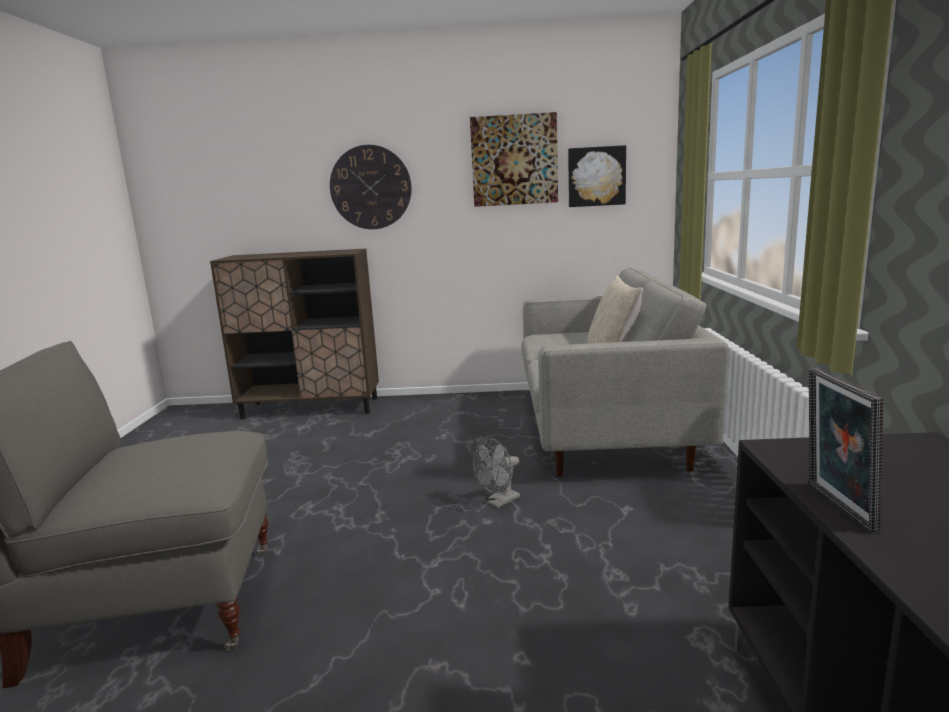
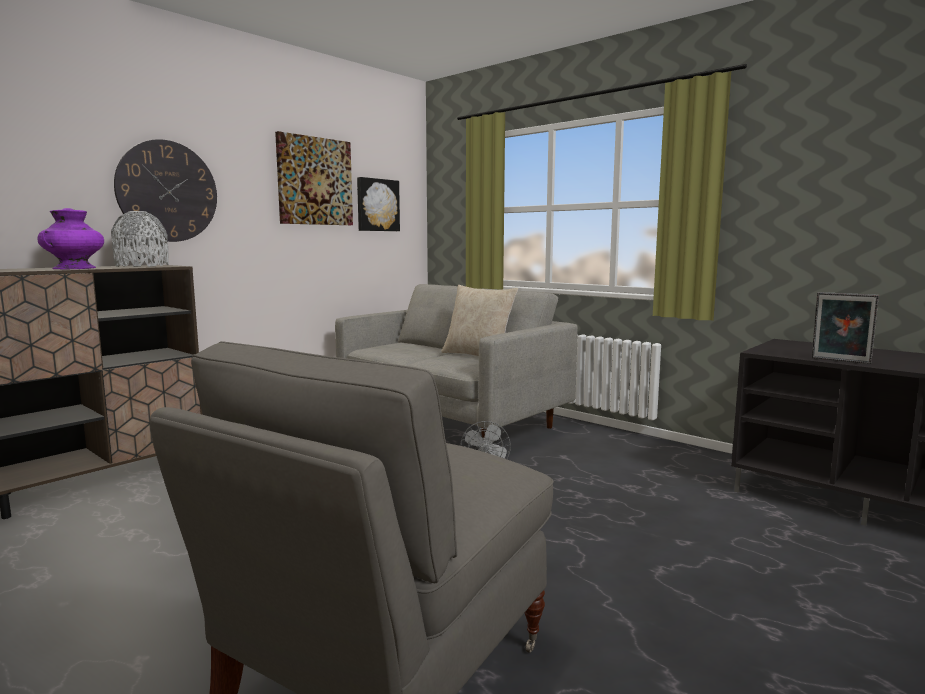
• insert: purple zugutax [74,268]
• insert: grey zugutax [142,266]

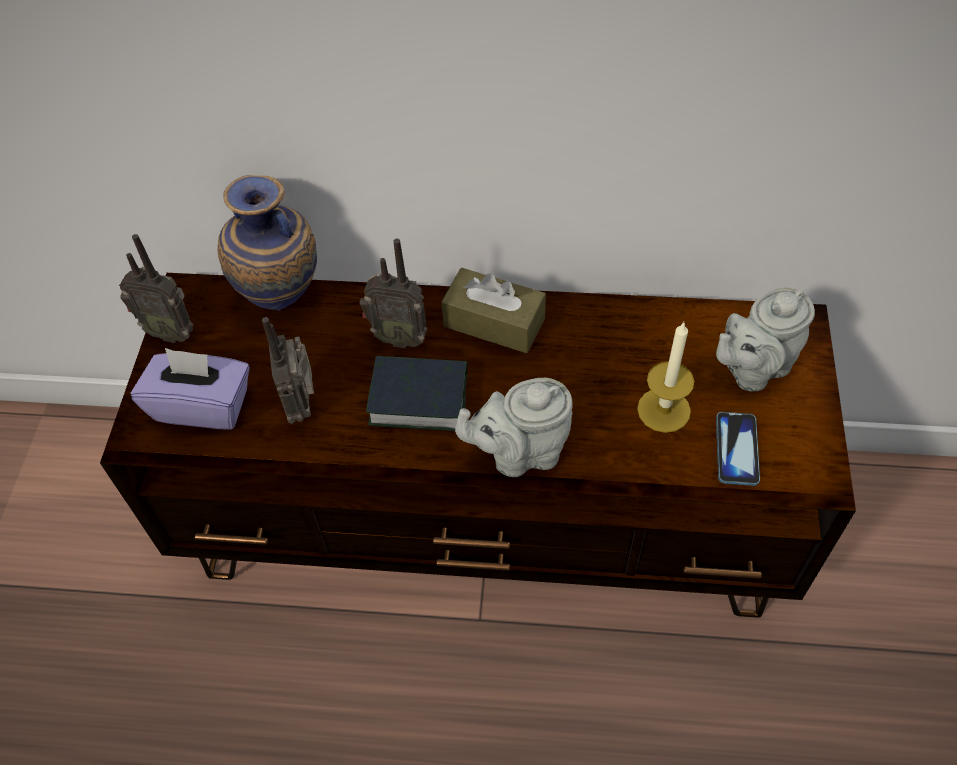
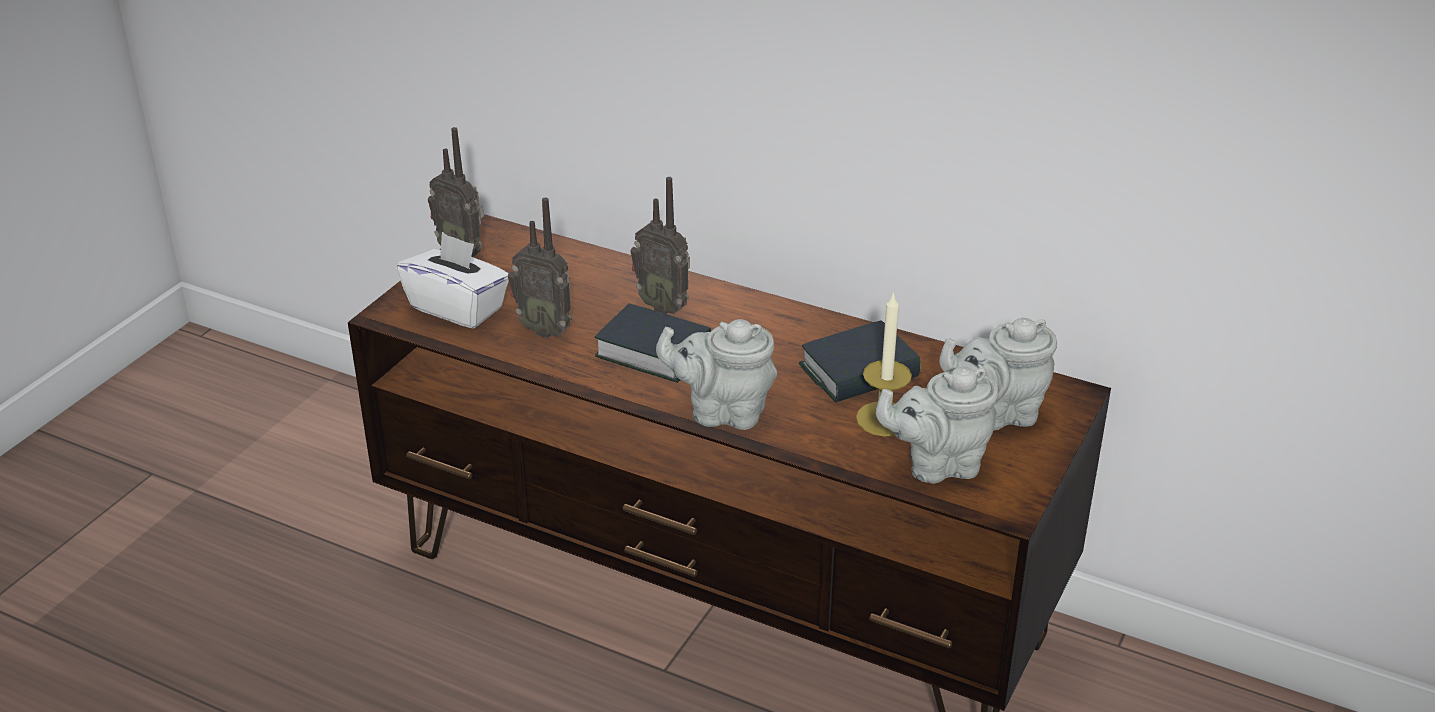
• recolor: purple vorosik [203,405] to white vorosik [458,307]
• rotate: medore [303,404] = [545,329] 75 degrees counterclockwise
• insert: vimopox [859,372]
• replace: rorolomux [736,449] to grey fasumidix [937,465]
• delete: zugutax [283,300]
• delete: brown vorosik [494,322]

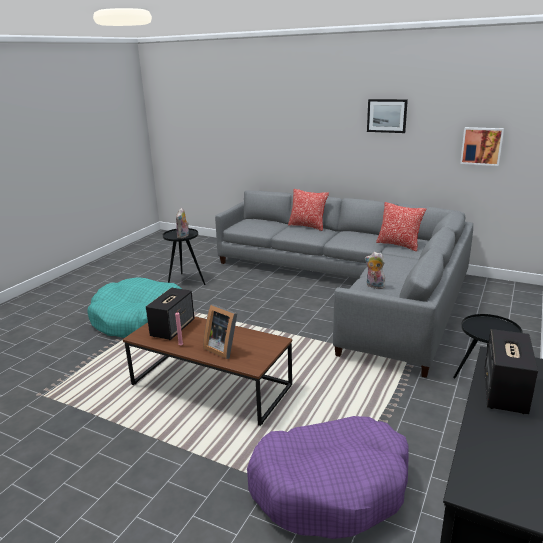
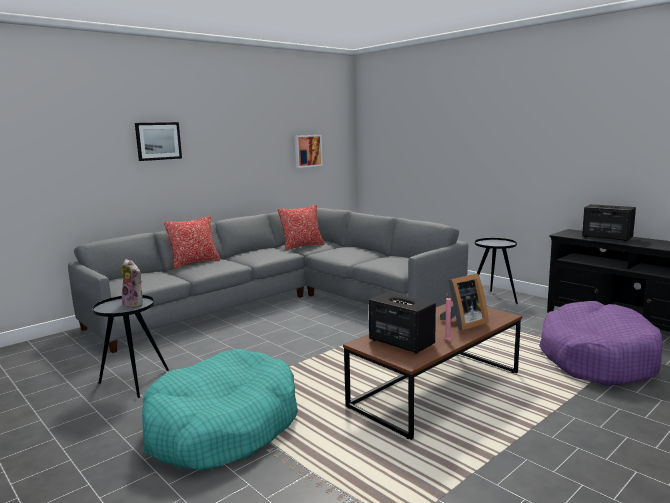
• move: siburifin [387,115] to [158,141]
• delete: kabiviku [374,286]

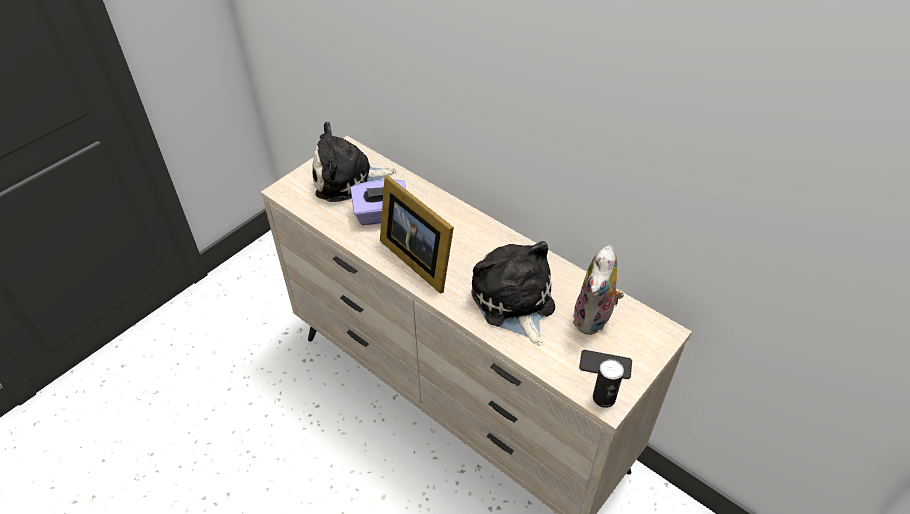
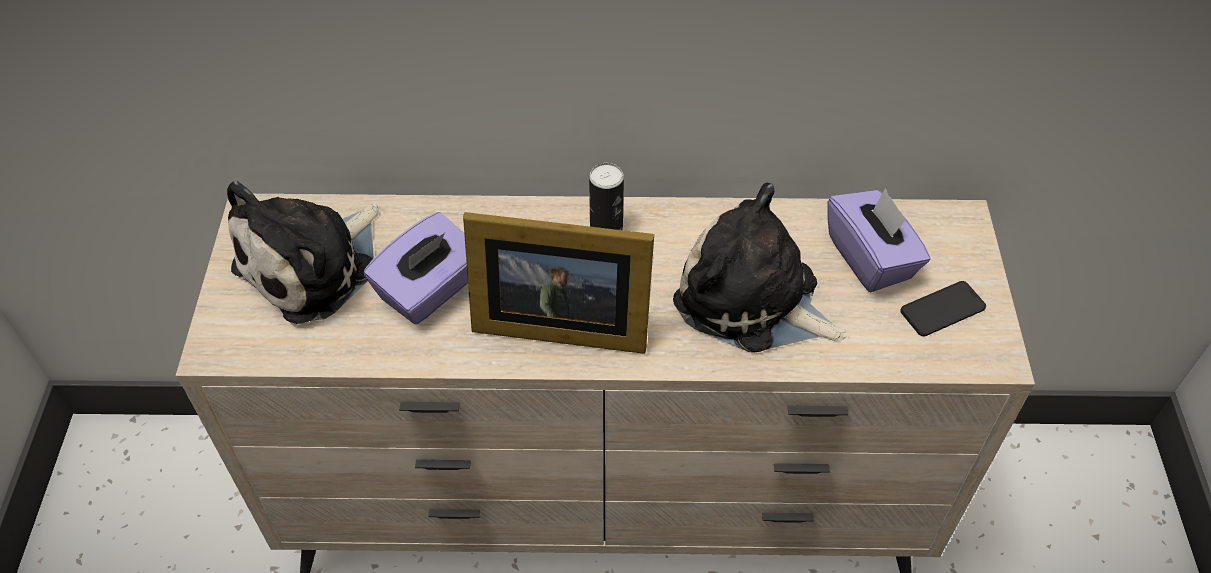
• move: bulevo [604,398] to [606,227]
• replace: kabiviku [594,320] to purple vorosik [870,258]

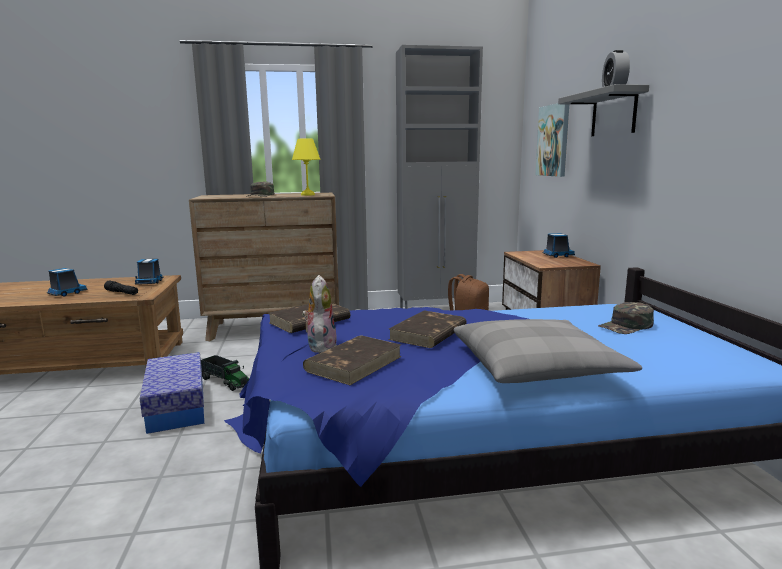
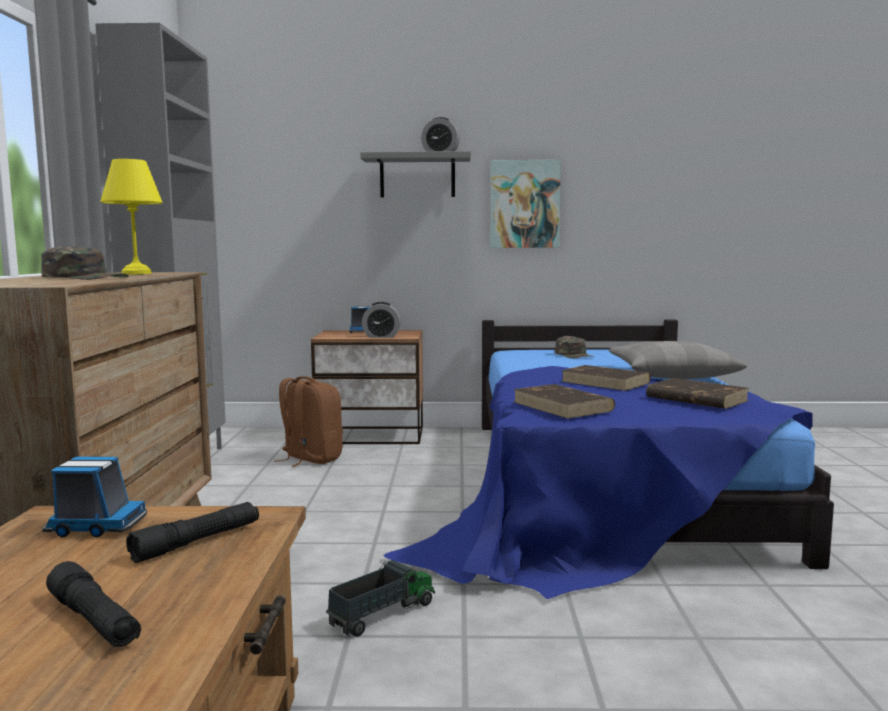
• replace: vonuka [67,293] to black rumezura [94,621]
• insert: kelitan [381,336]
• move: siburifin [553,140] to [524,204]
• delete: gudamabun [176,406]
• delete: kabiviku [320,346]

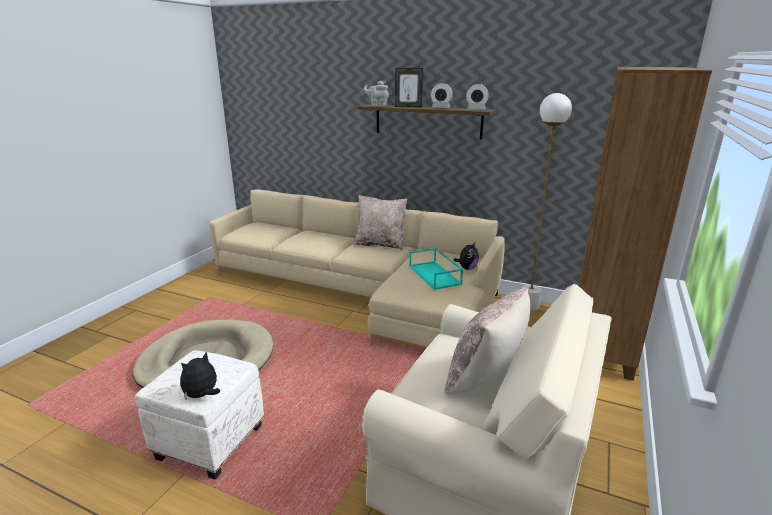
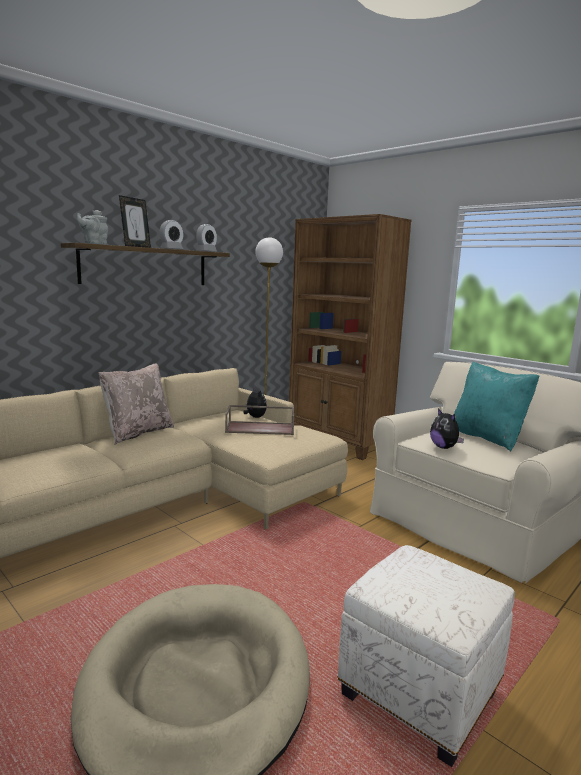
• recolor: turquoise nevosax [435,275] to brown nevosax [261,428]
• move: kabiviku [202,395] to [444,447]
• recolor: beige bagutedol [486,378] to turquoise bagutedol [487,438]

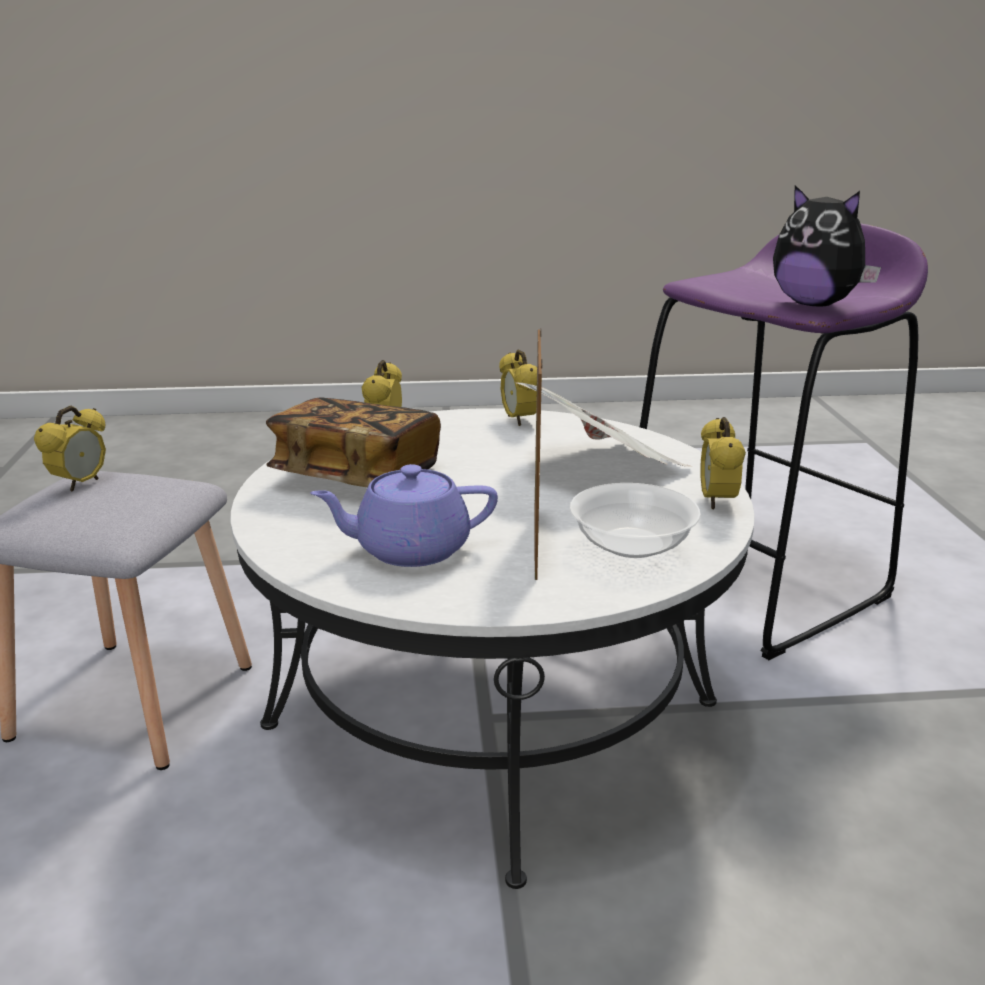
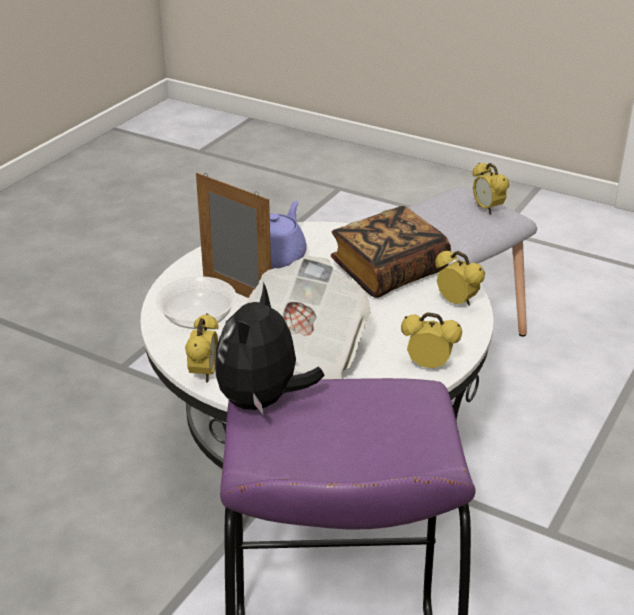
• rotate: kelitan [716,502] = [204,374] 60 degrees clockwise
• rotate: kabiviku [815,305] = [263,401] 60 degrees counterclockwise

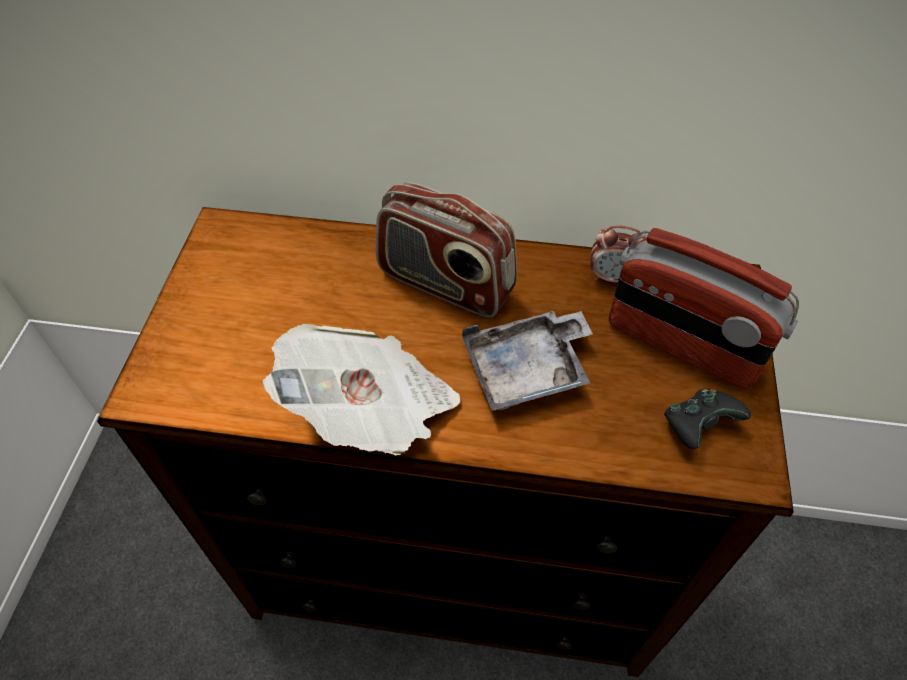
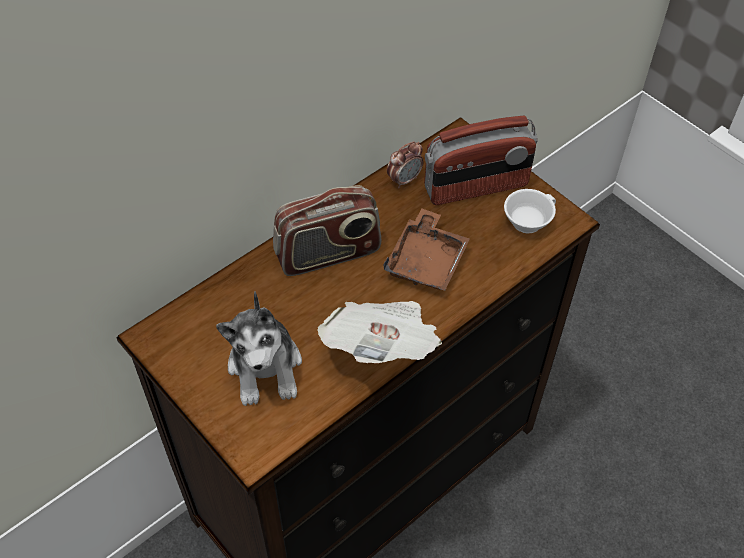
• insert: kabiviku [265,367]
• recolor: grey nevosax [528,370] to brown nevosax [426,261]
• replace: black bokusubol [698,426] to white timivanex [526,220]

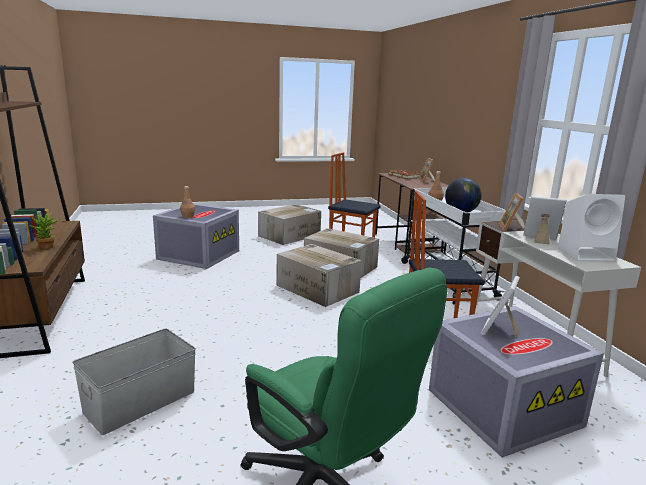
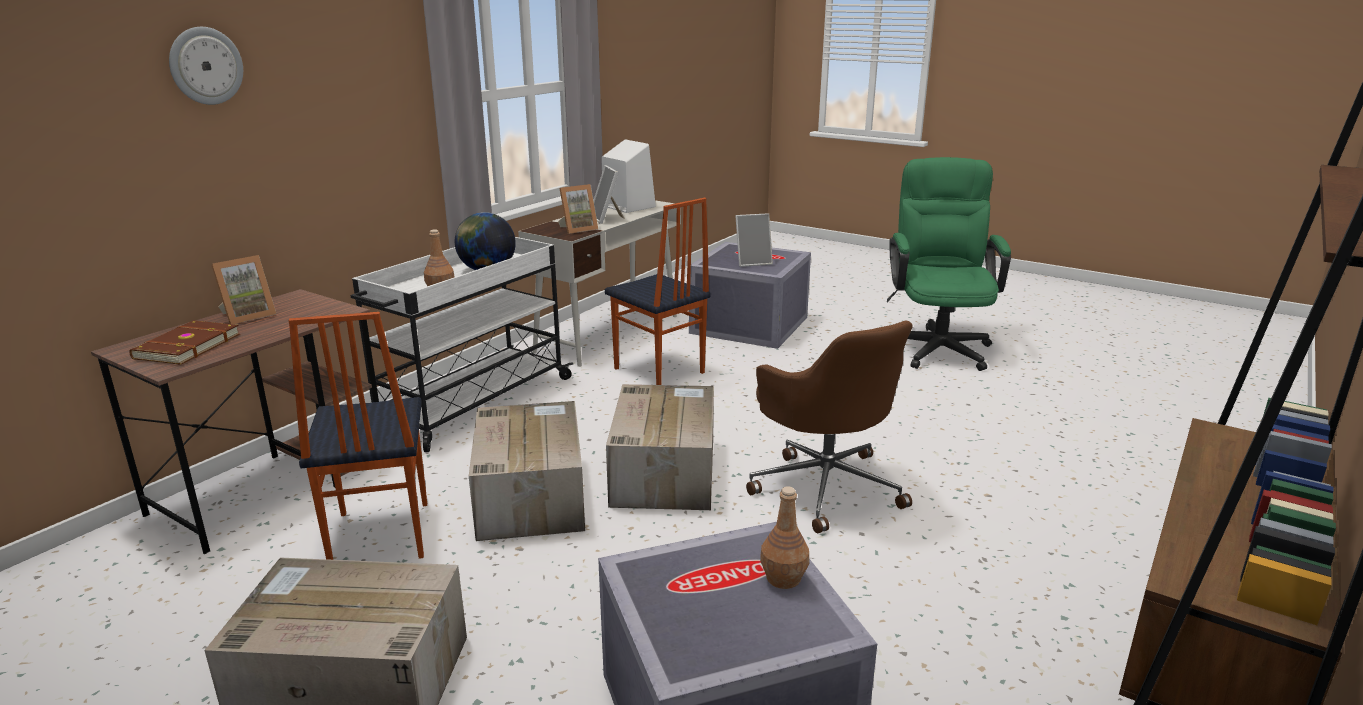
• insert: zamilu [205,66]
• insert: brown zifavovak [825,486]
• delete: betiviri [48,247]
• delete: grey gudamabun [139,401]

